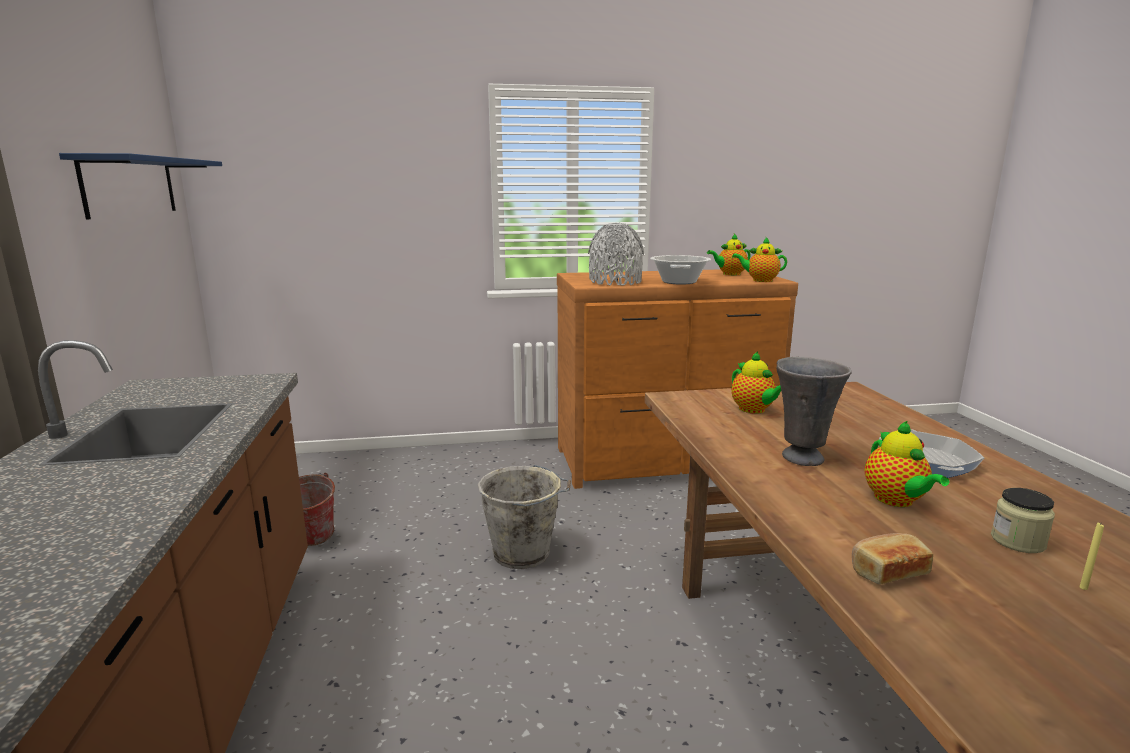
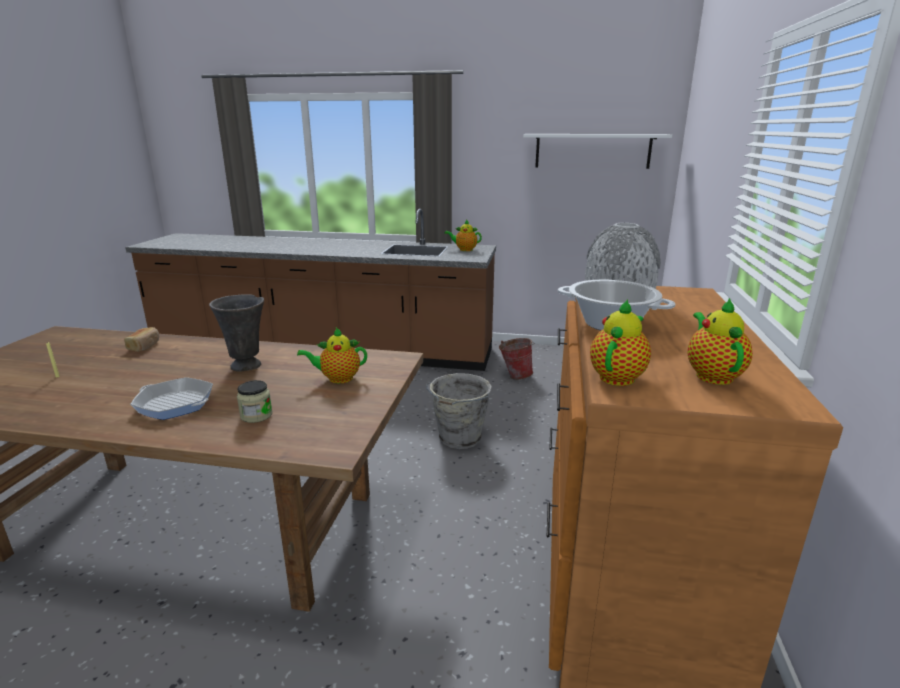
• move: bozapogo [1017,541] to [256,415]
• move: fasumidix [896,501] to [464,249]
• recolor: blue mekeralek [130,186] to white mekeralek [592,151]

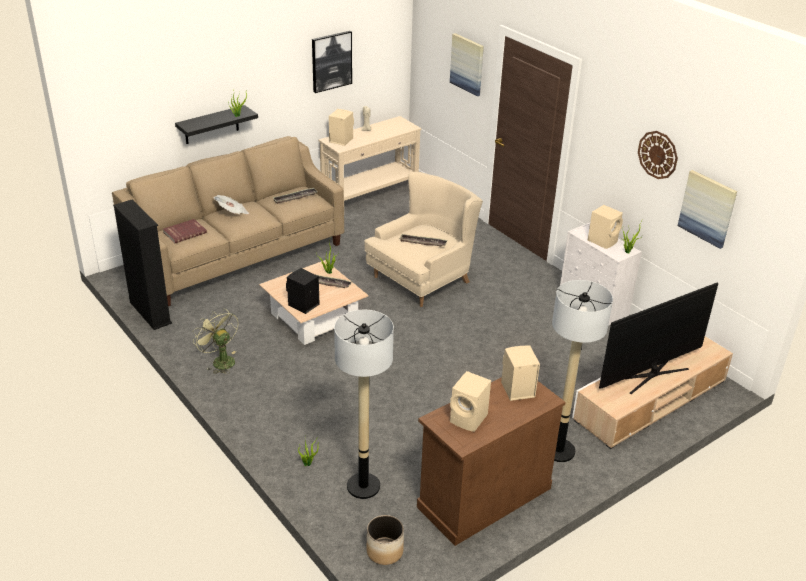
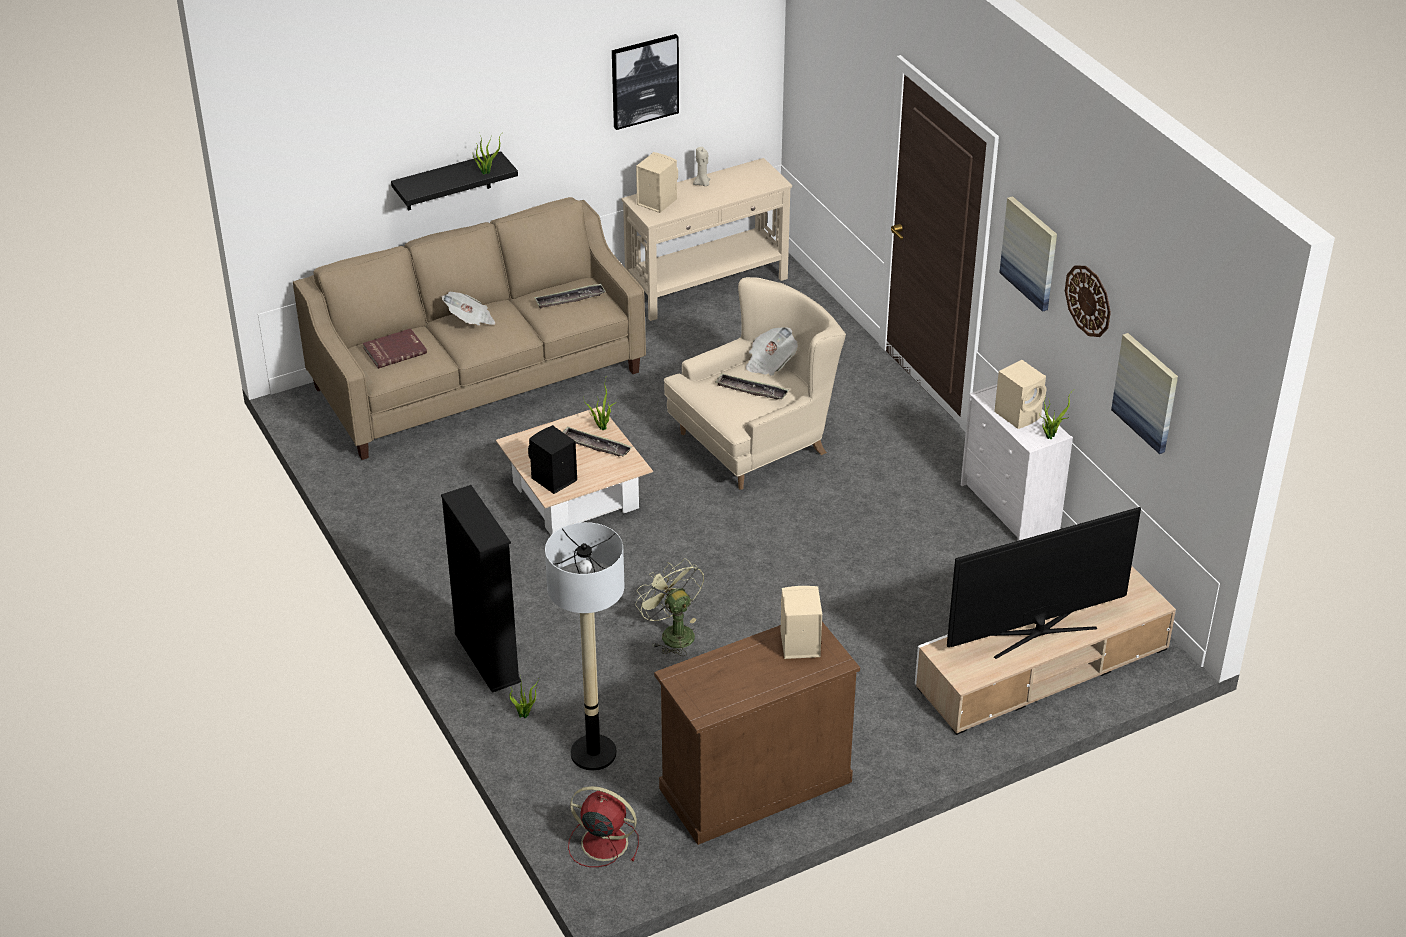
• move: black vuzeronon [150,313] to [487,658]
• replace: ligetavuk [384,551] to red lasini [602,842]
• move: green lasini [220,361] to [672,633]
• insert: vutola [769,362]
• move: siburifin [467,64] to [1030,253]
• delete: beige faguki [469,419]
• delete: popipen [559,450]

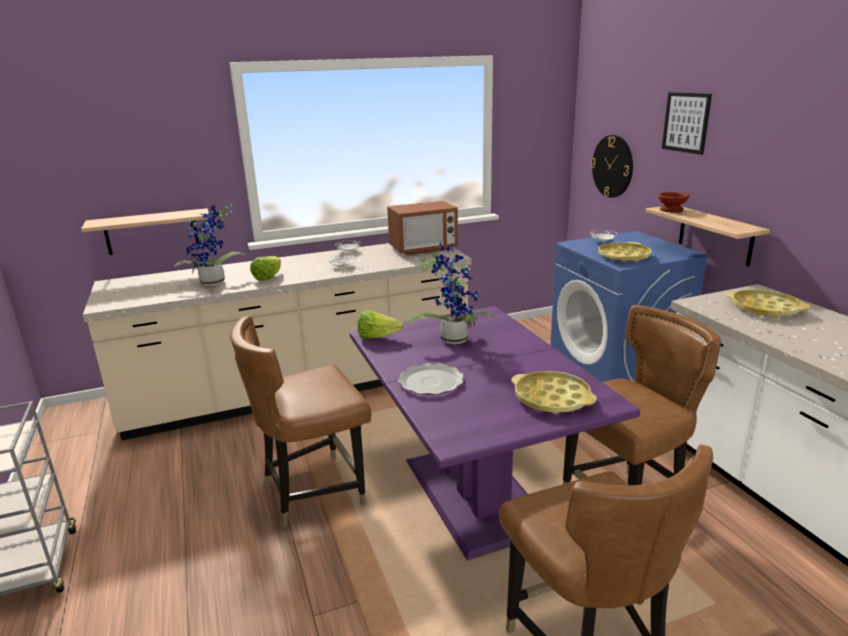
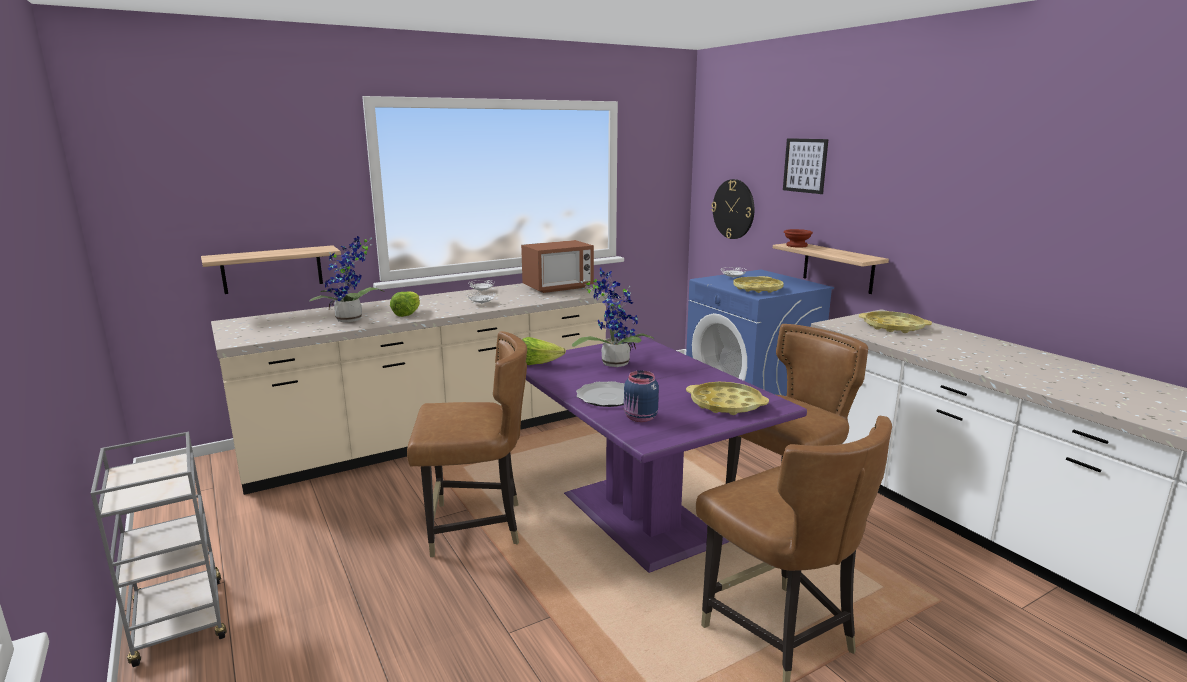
• rotate: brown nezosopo [313,491] = [475,527] 150 degrees counterclockwise
• insert: blue bozapogo [640,418]

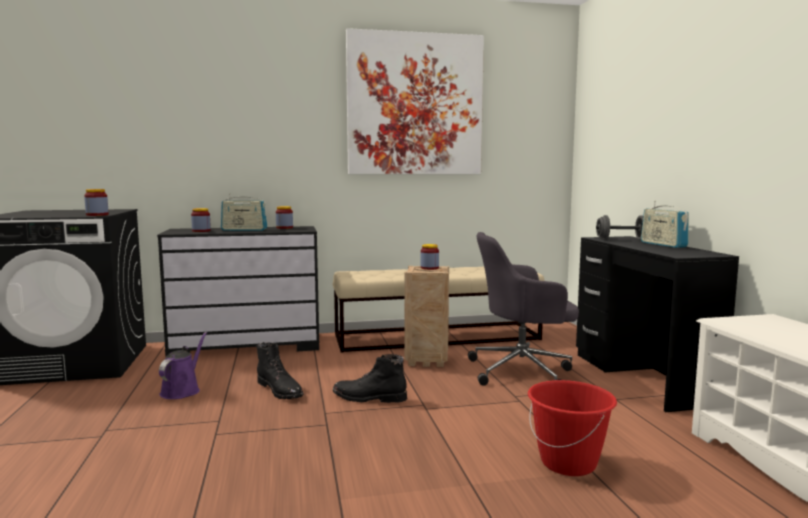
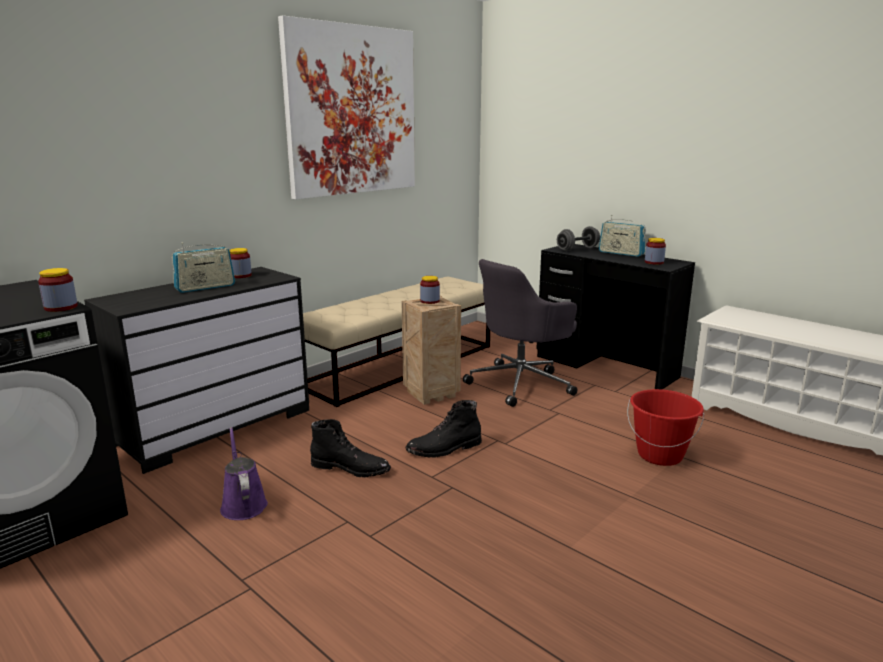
• move: bozapogo [201,231] to [654,262]

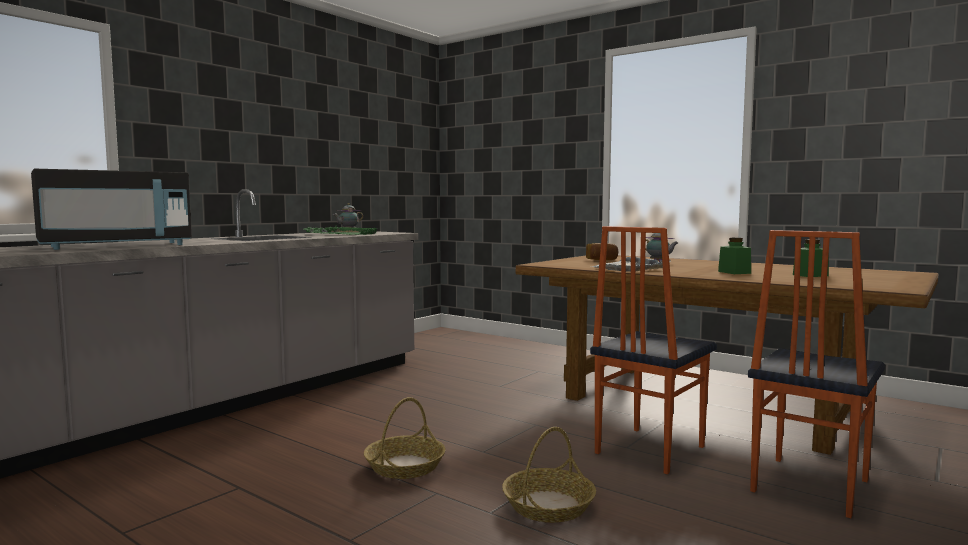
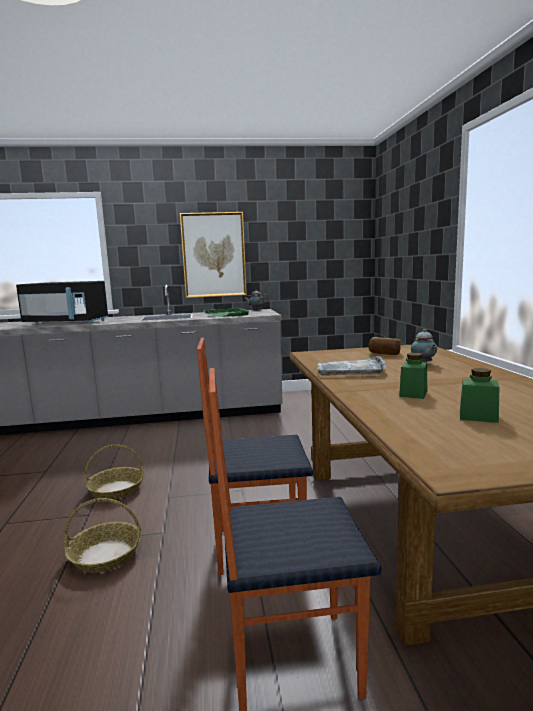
• insert: siburifin [214,255]

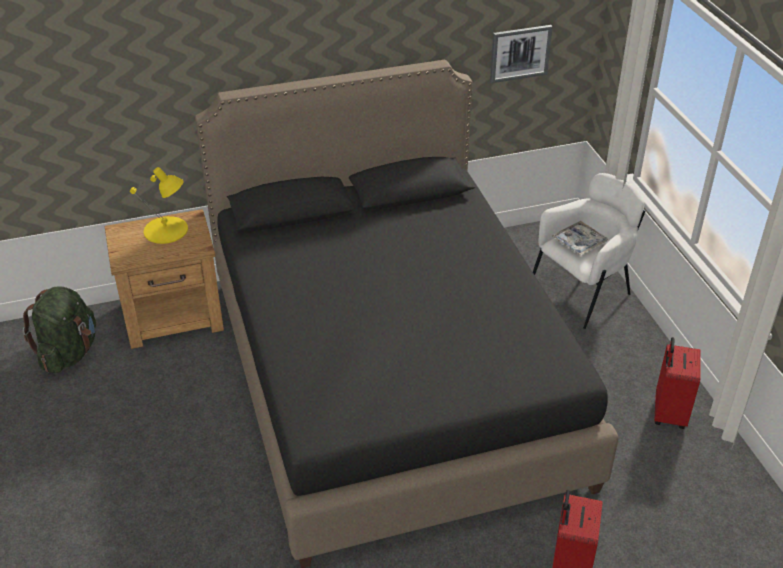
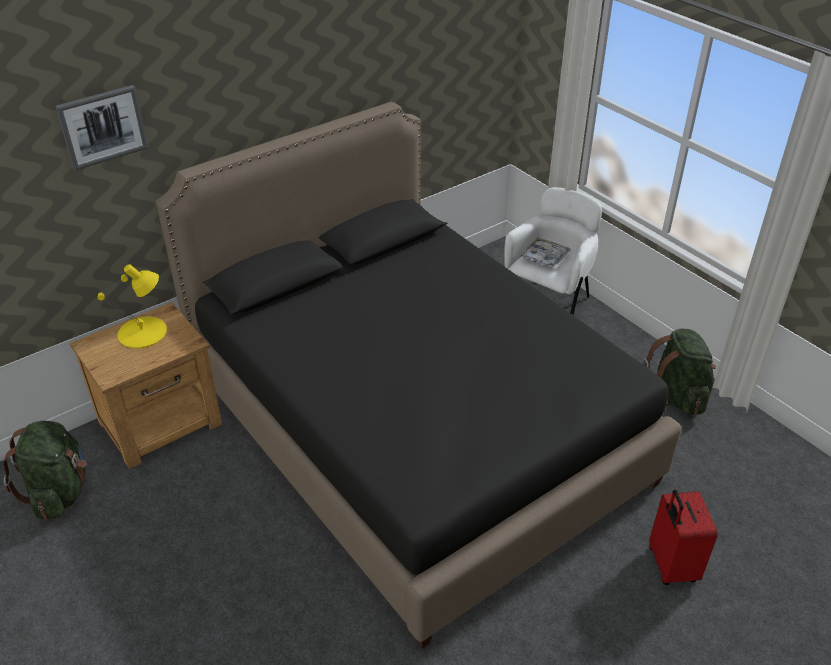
• move: siburifin [520,53] to [102,126]
• replace: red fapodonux [668,413] to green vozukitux [676,395]

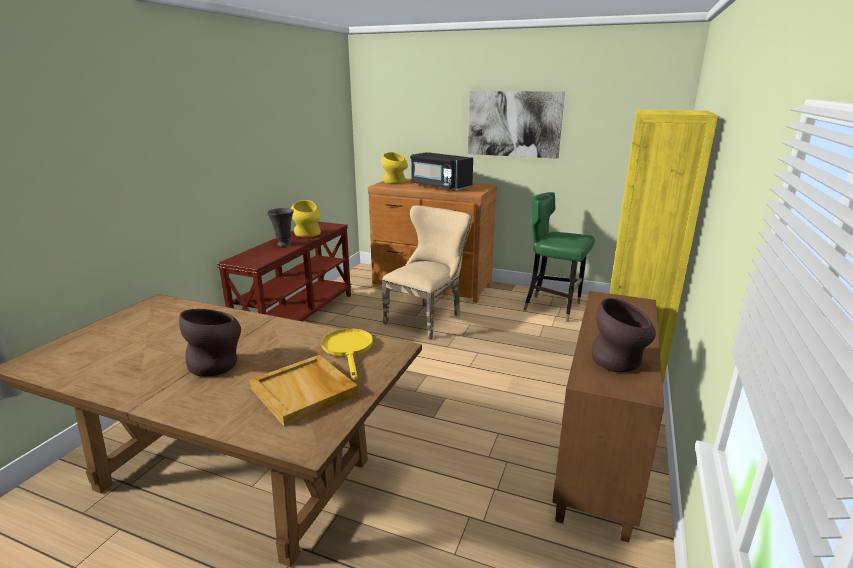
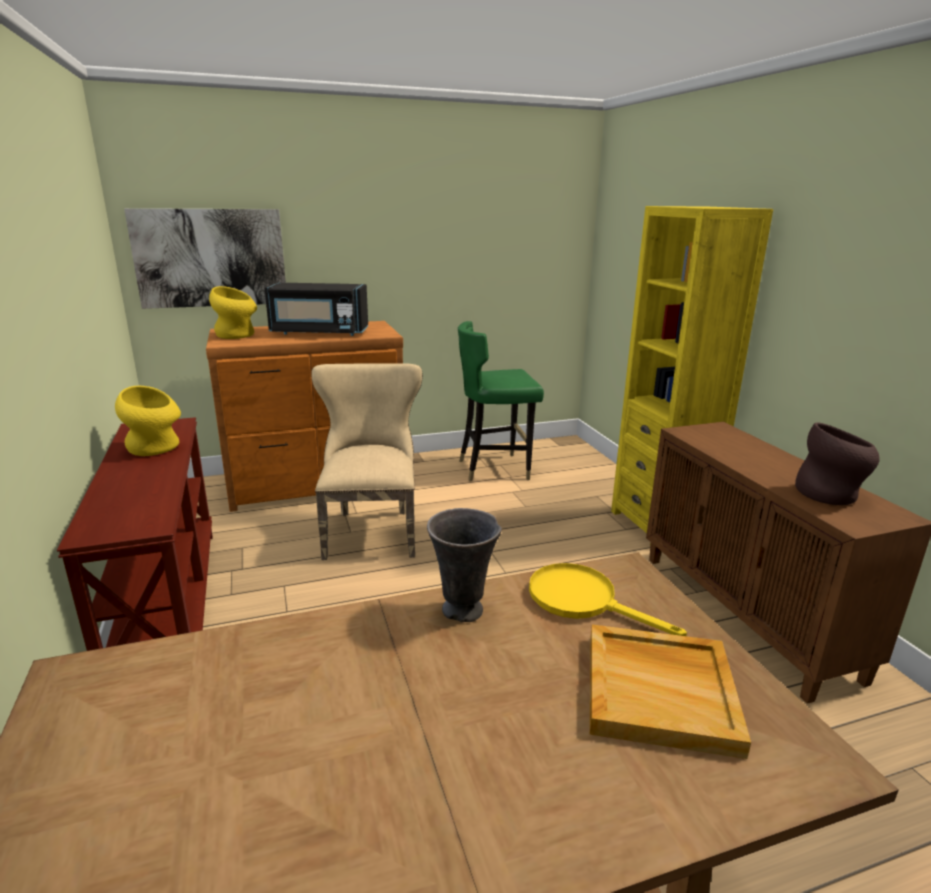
• move: siburifin [514,124] to [210,258]
• move: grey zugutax [284,244] to [463,611]
• delete: brown zugutax [217,365]

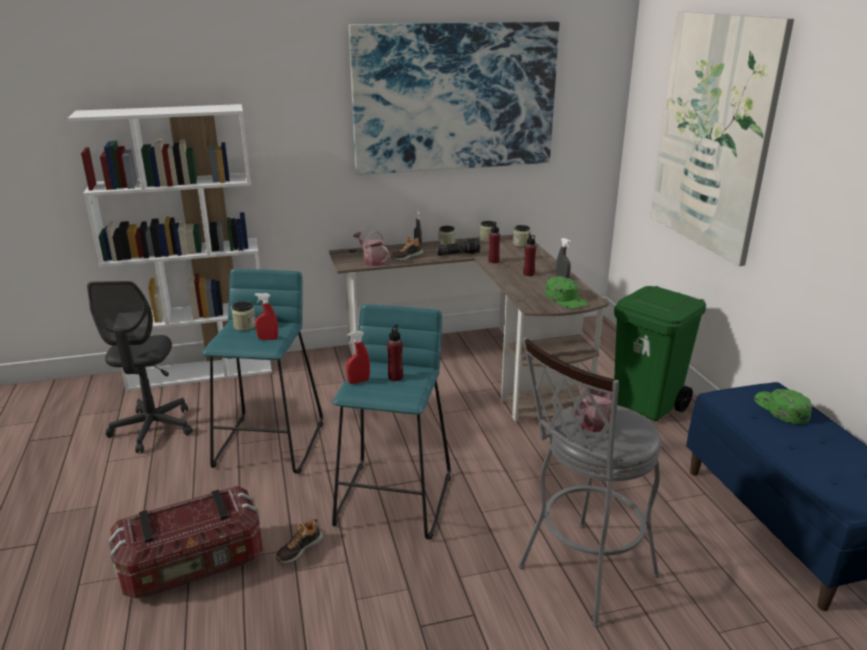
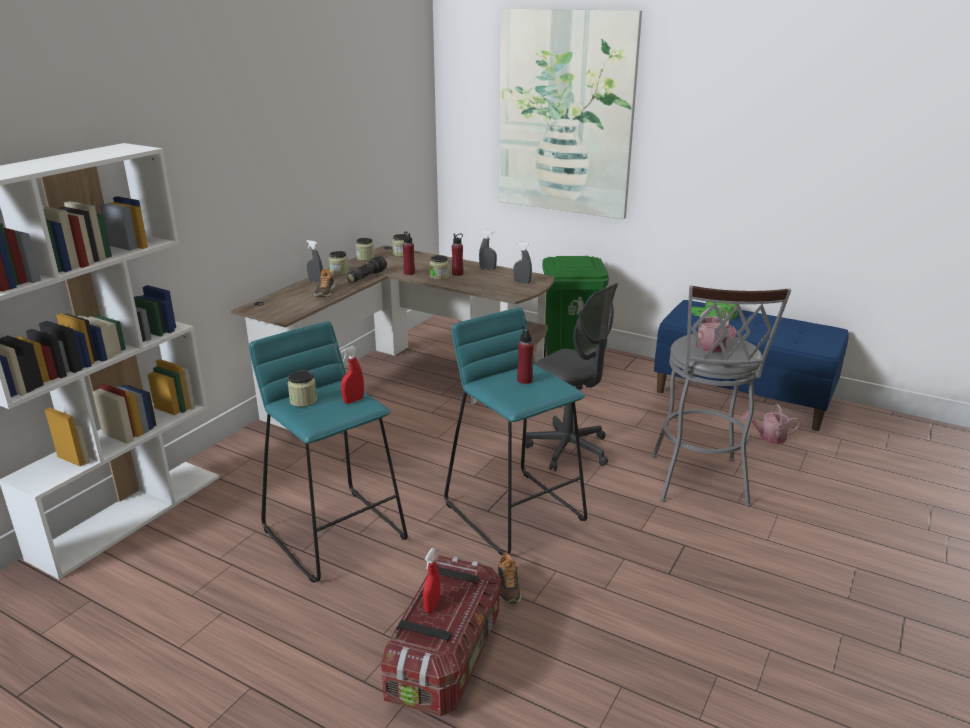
• move: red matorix [358,381] to [432,605]
• insert: bozapogo [439,277]
• replace: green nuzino [566,299] to grey matorix [522,282]
• move: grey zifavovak [153,429] to [568,449]
• move: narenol [372,261] to [768,437]
• delete: siburifin [455,97]

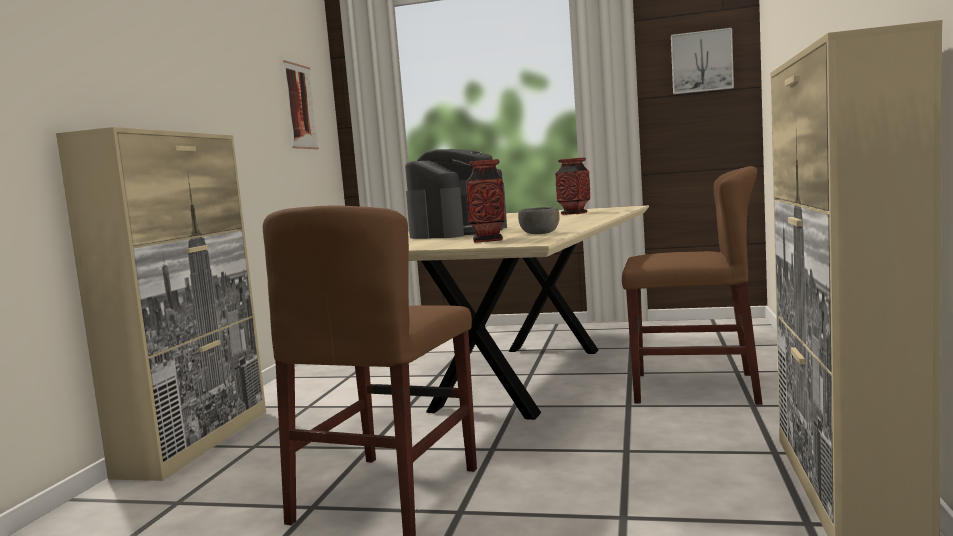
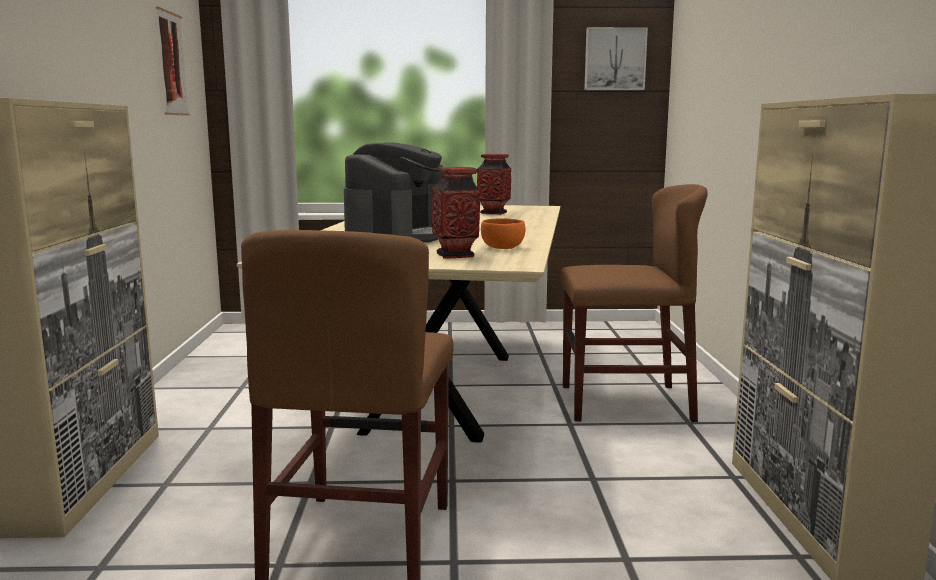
• recolor: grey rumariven [540,233] to orange rumariven [503,247]

